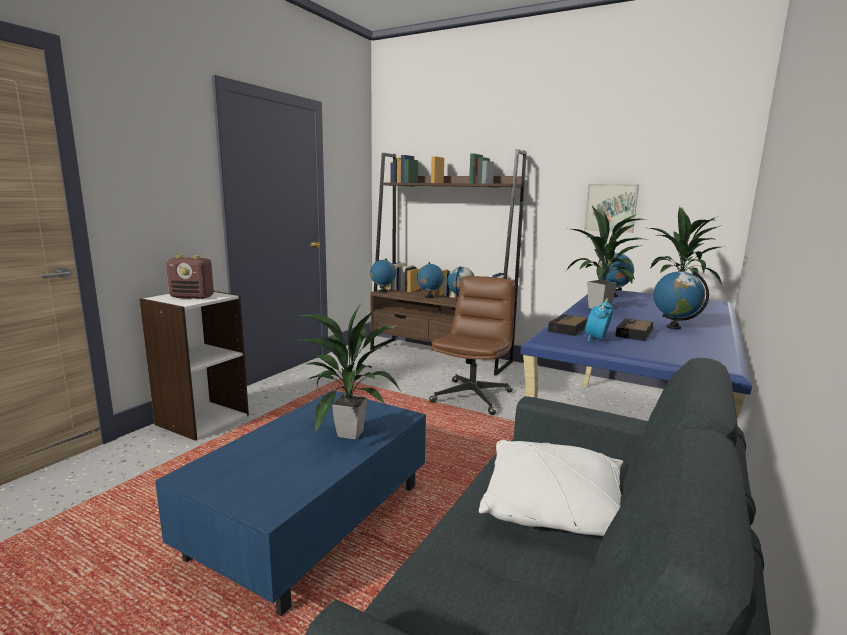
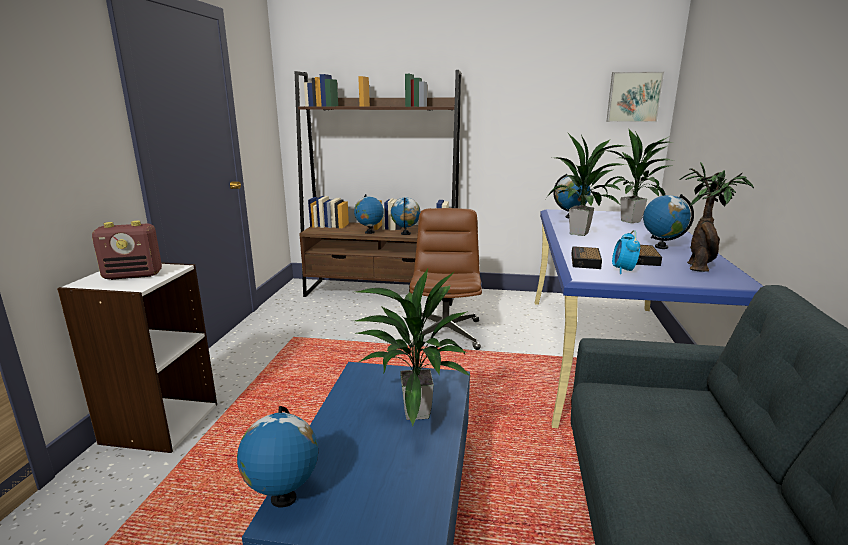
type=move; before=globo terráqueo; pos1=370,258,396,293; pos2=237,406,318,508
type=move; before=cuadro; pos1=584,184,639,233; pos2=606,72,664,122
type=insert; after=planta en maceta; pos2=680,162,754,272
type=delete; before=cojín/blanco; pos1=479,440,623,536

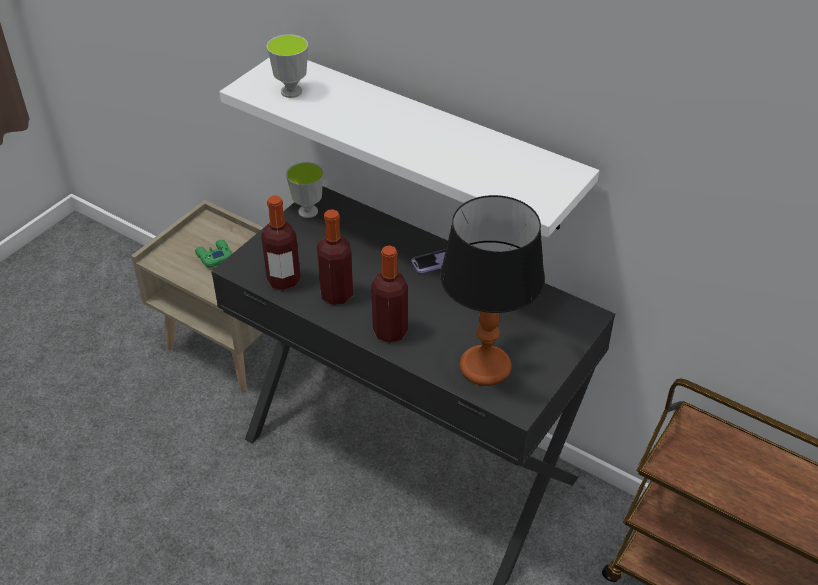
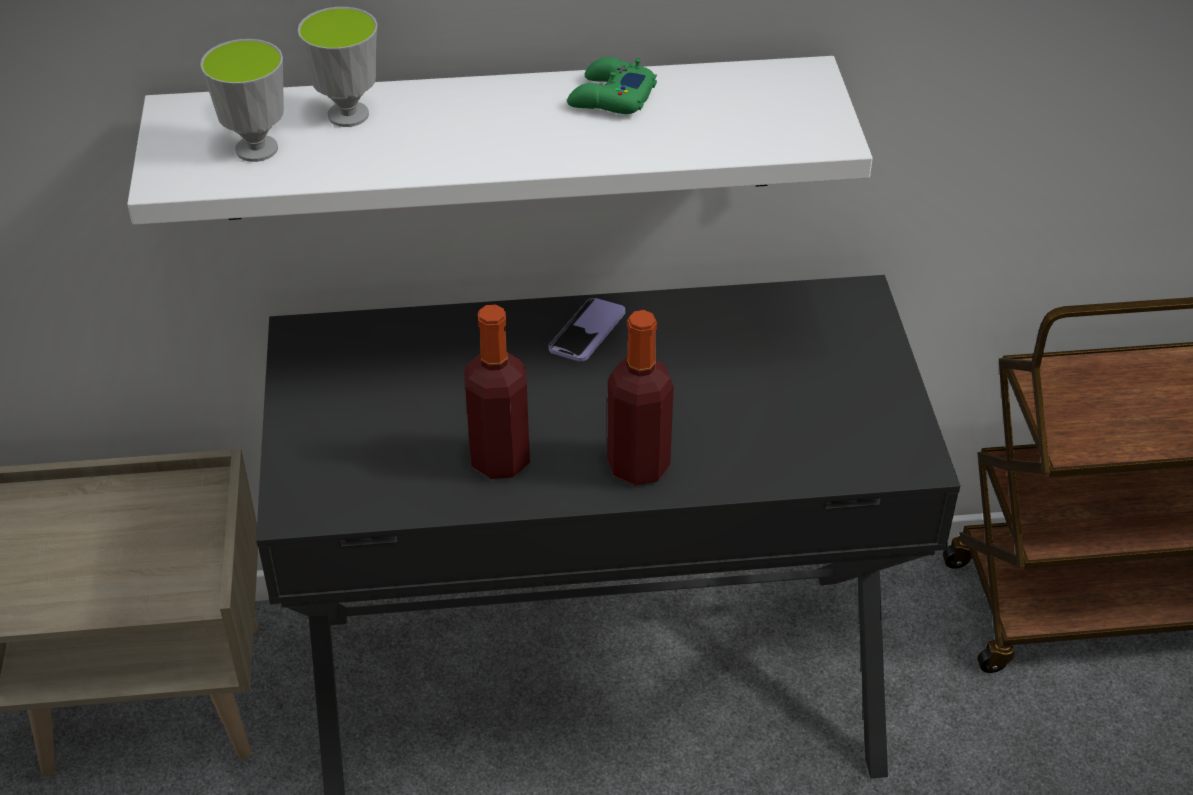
type=move; before=taza; pos1=286,162,324,218; pos2=298,7,377,127
type=move; before=mando de consola/verde; pos1=195,240,232,268; pos2=567,57,657,114
type=delete; before=botella; pos1=261,195,301,291
type=delete; before=lámpara de mesa; pos1=440,195,545,386

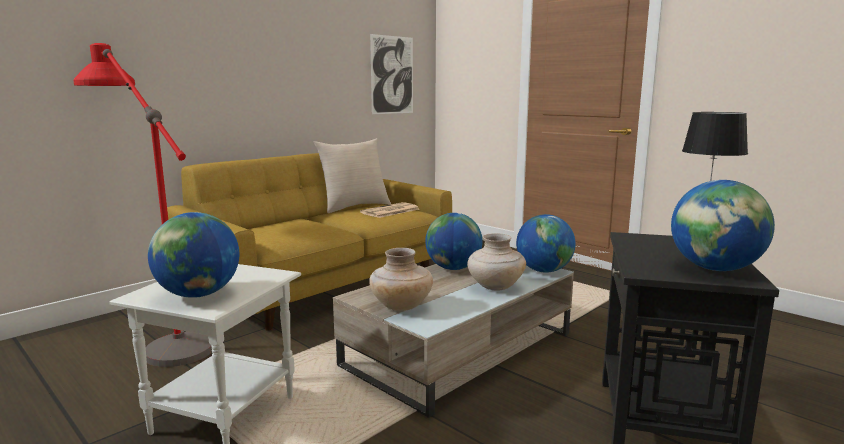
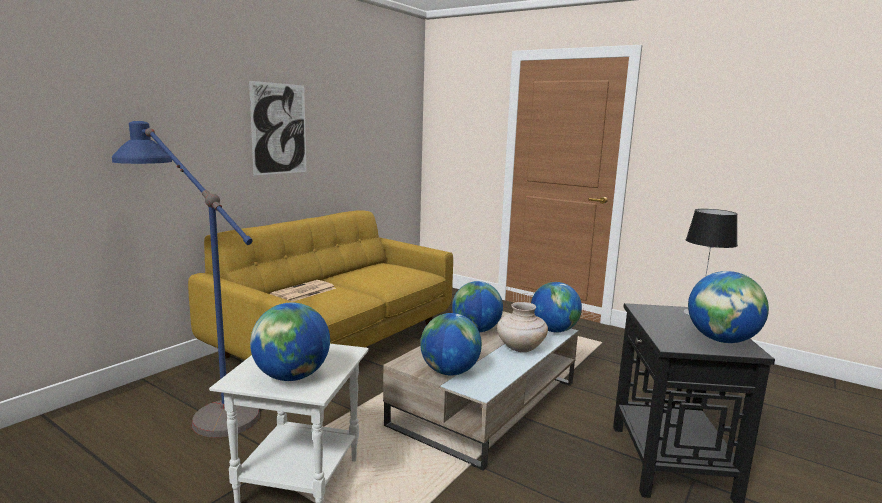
type=recolor; before=lámpara de pie/rojo; after=lámpara de pie/azul; pos1=74,43,212,367; pos2=112,121,260,437
type=move; before=cuadro; pos1=370,34,413,114; pos2=249,81,306,176
type=move; before=periódico; pos1=360,202,419,218; pos2=270,280,336,302
type=replace; before=florero/beis; after=globo terráqueo; pos1=369,248,433,311; pos2=420,313,482,375
type=delete; before=cojín/beis; pos1=314,138,391,213

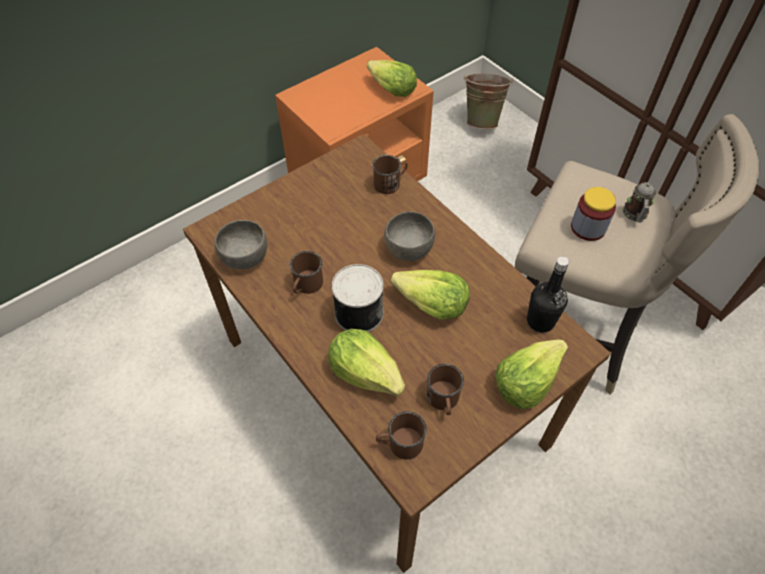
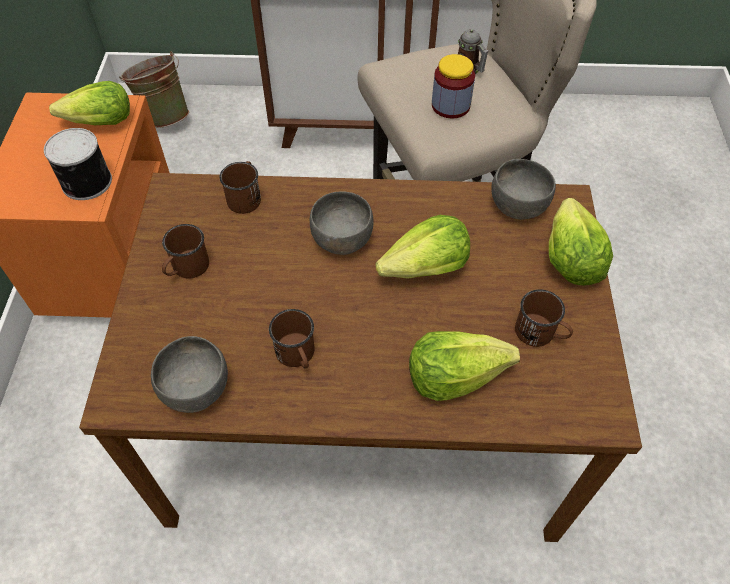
type=move; before=lata; pos1=332,264,384,332; pos2=44,128,112,200
type=move; before=taza grande/marrón; pos1=376,411,427,459; pos2=162,224,209,278
type=replace; before=botella/negro; after=cuenco/gris; pos1=527,256,569,333; pos2=491,159,556,220

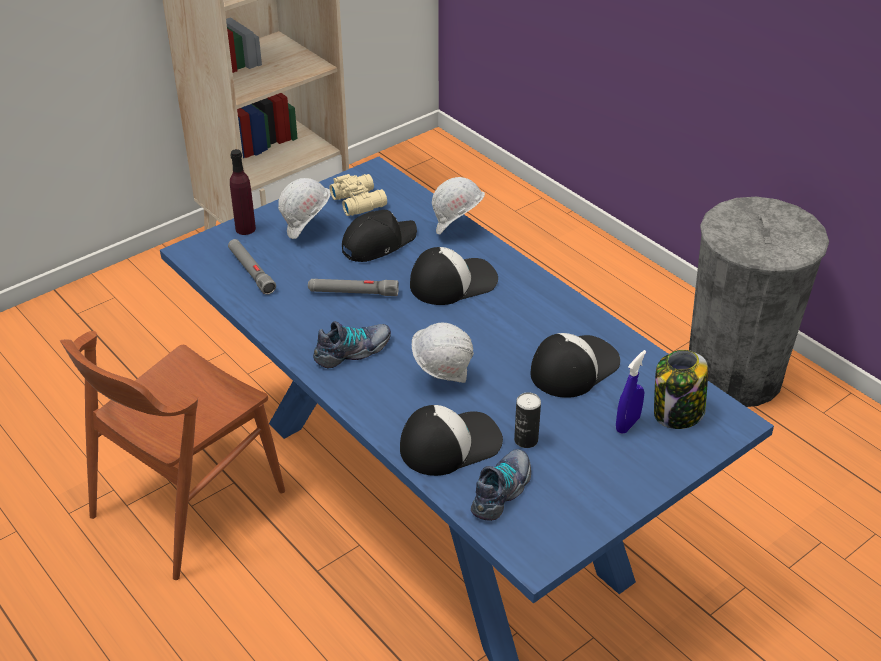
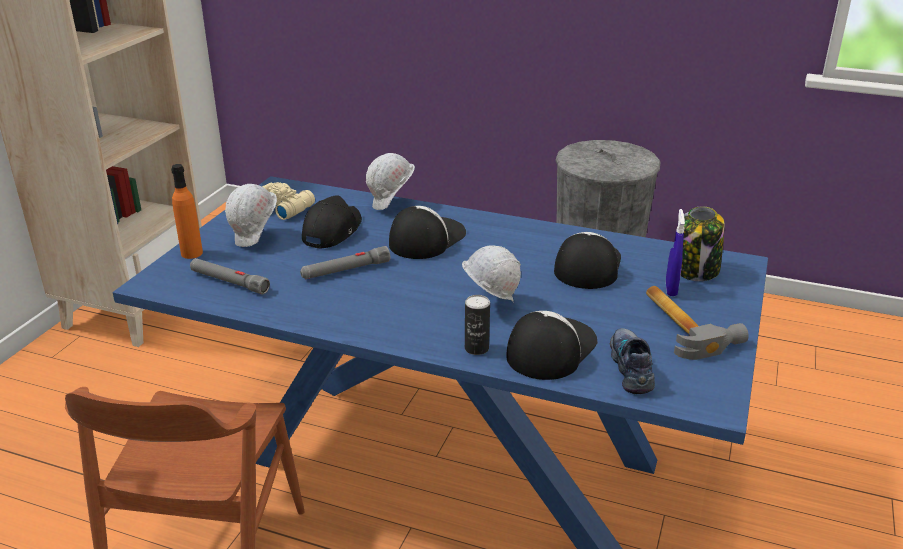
type=recolor; before=botella/morado; after=botella/naranja; pos1=230,149,256,235; pos2=171,164,203,259
type=move; before=lata; pos1=514,392,541,448; pos2=465,295,490,355
type=insert; after=martillo; pos2=646,286,749,360
type=delete; before=zapato; pos1=313,321,391,369

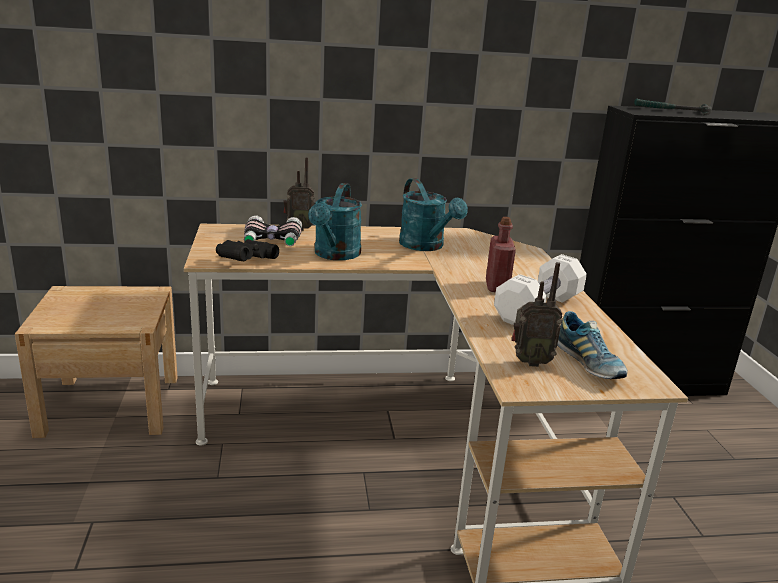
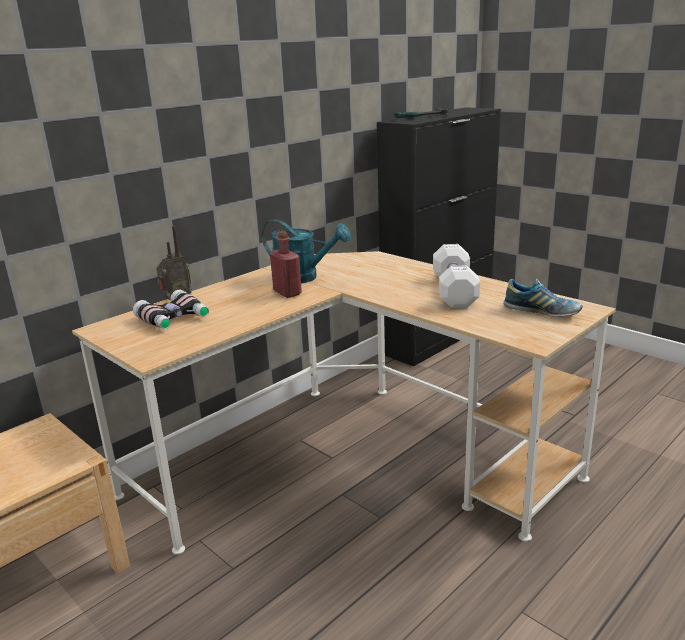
type=move; before=botella/rojo; pos1=486,217,516,292; pos2=270,231,302,298
type=delete; before=prismáticos/negro; pos1=216,239,279,261
type=delete; before=regadera/turquesa; pos1=308,183,362,260
type=delete; before=radio; pos1=511,262,562,367

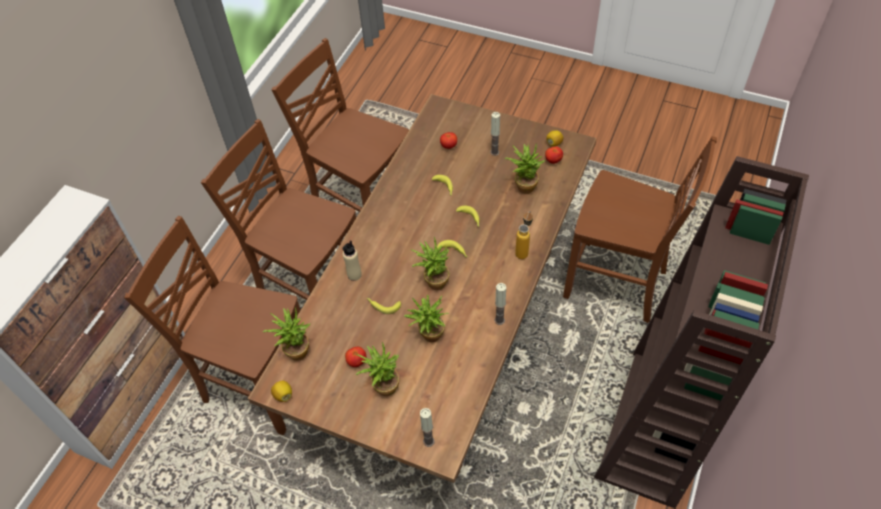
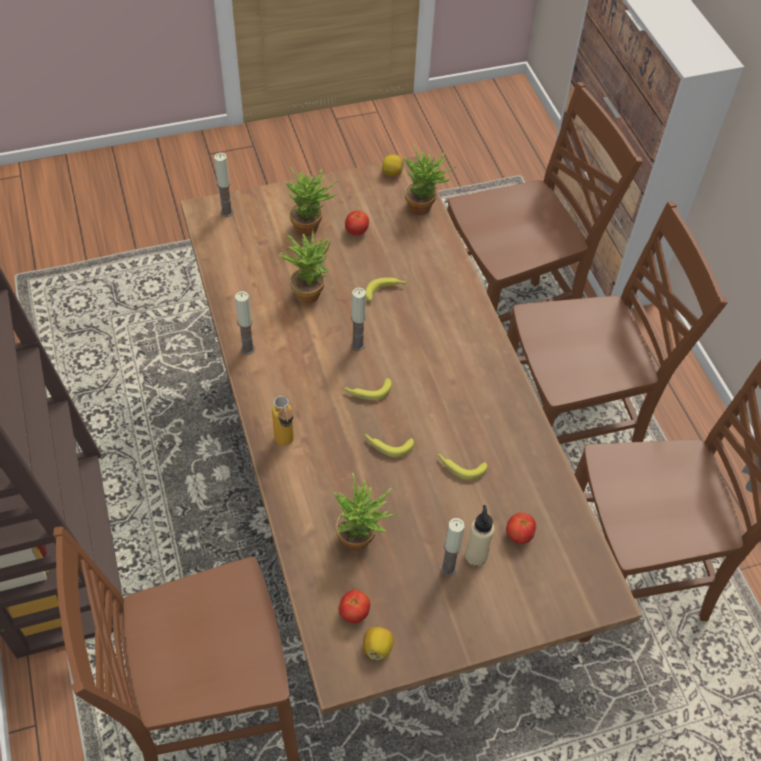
type=replace; before=planta en maceta; after=vela; pos1=410,237,450,290; pos2=351,288,366,351
type=move; before=botella/beis; pos1=342,240,362,281; pos2=465,505,494,566

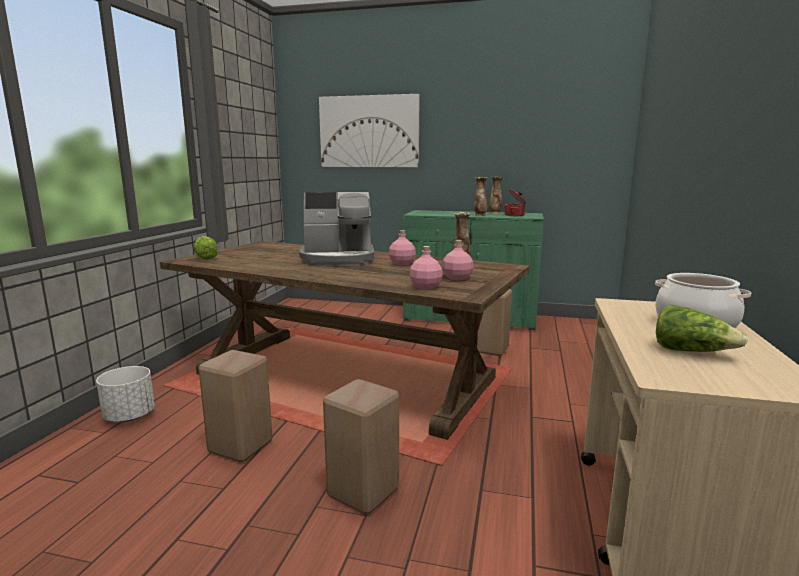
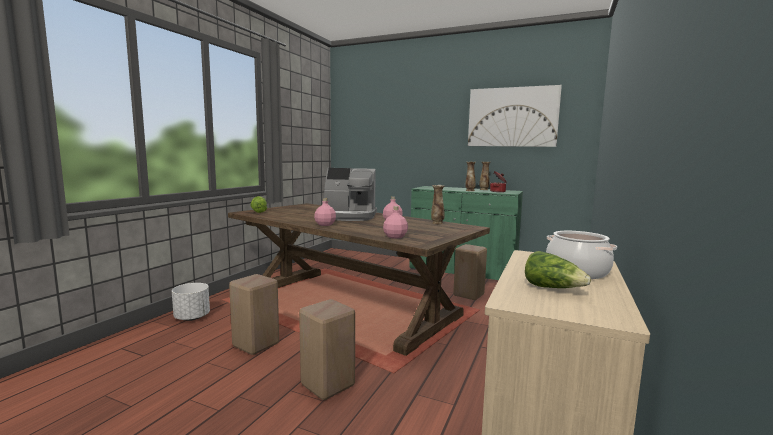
type=move; before=botella/rosa; pos1=442,240,474,280; pos2=314,198,336,226
type=move; before=cuadro; pos1=319,94,420,167; pos2=468,85,562,147

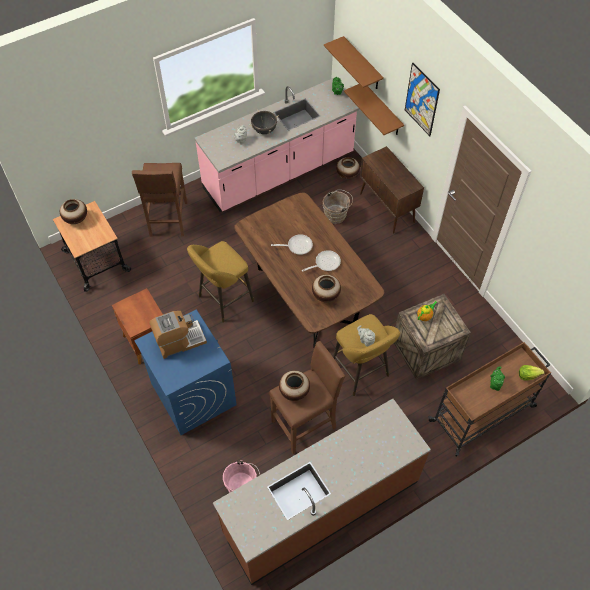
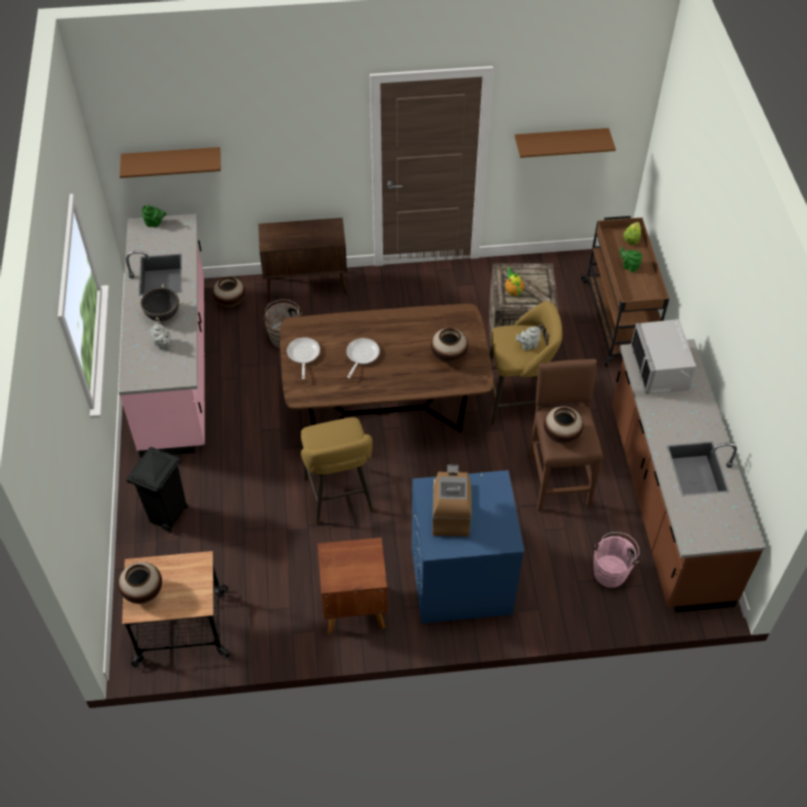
type=replace; before=taburete/marrón; after=papelera/negro; pos1=132,163,188,237; pos2=126,447,189,532
type=move; before=sartén; pos1=302,250,341,272; pos2=287,337,320,379
type=move; before=estante/marrón; pos1=344,84,404,135; pos2=515,128,616,158
type=insert; after=microondas/gris; pos2=630,319,696,394
type=delete; before=cuadro; pos1=405,63,440,136

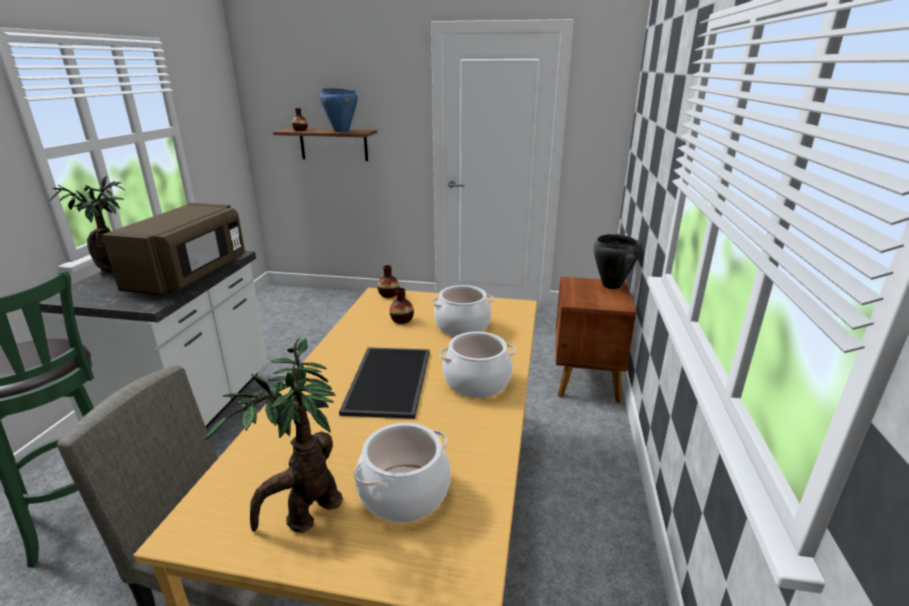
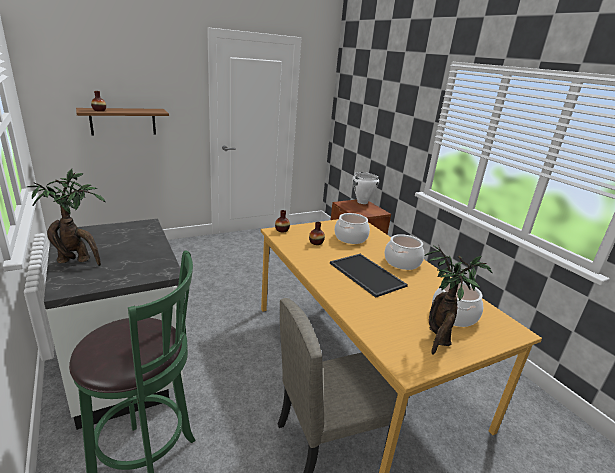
type=recolor; before=olla/negro; after=olla/blanco; pos1=593,234,640,289; pos2=352,172,379,204
type=delete; before=microondas/marrón; pos1=102,203,245,295
type=delete; before=olla/azul; pos1=320,88,358,132

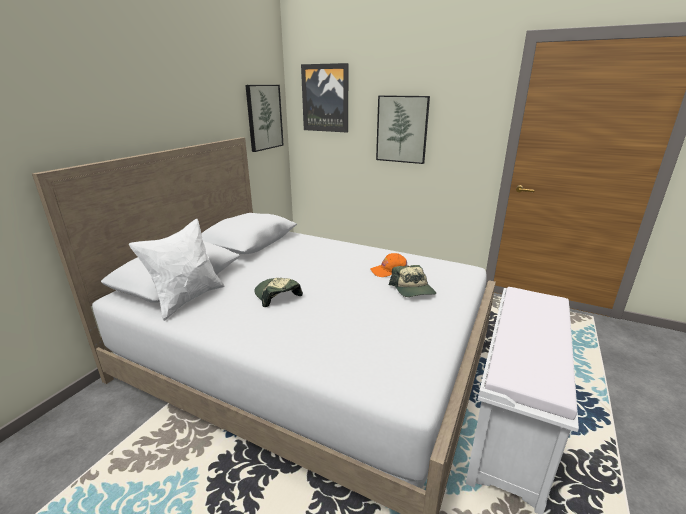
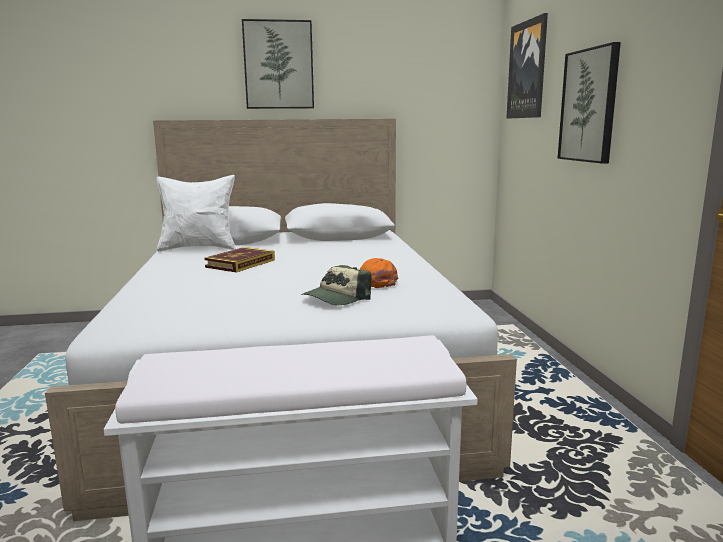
type=replace; before=gorra; after=libro; pos1=254,278,303,307; pos2=204,247,275,273
type=move; before=cuadro; pos1=245,85,284,152; pos2=242,19,314,109

